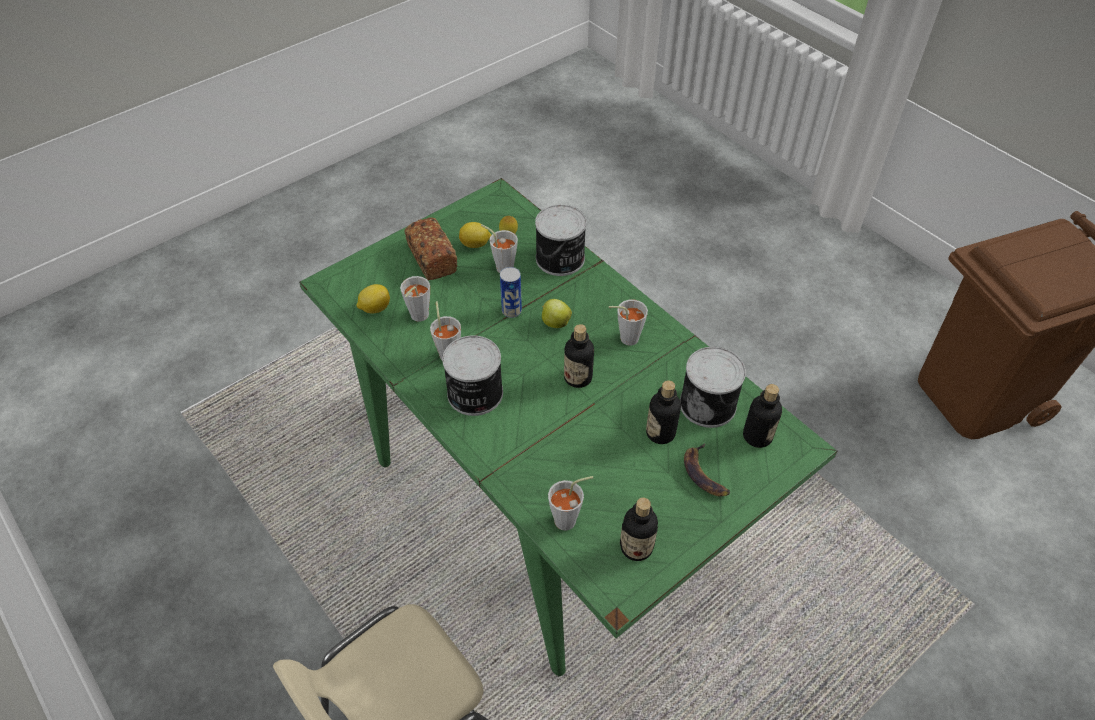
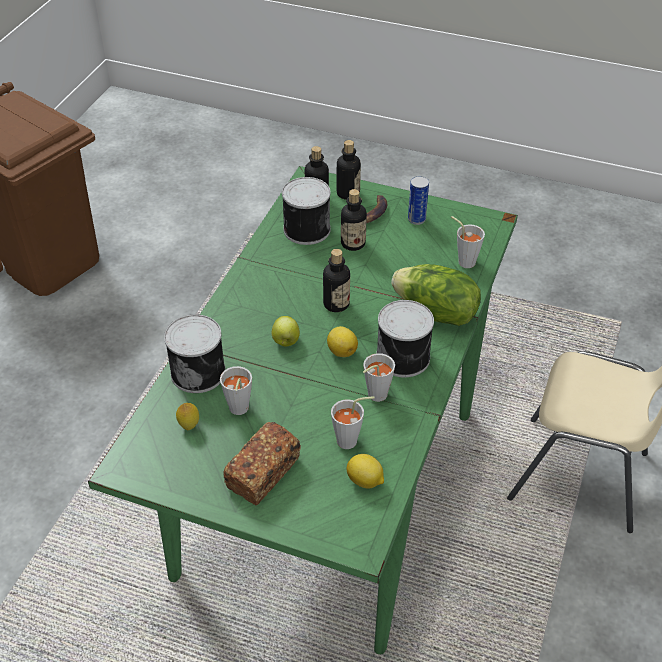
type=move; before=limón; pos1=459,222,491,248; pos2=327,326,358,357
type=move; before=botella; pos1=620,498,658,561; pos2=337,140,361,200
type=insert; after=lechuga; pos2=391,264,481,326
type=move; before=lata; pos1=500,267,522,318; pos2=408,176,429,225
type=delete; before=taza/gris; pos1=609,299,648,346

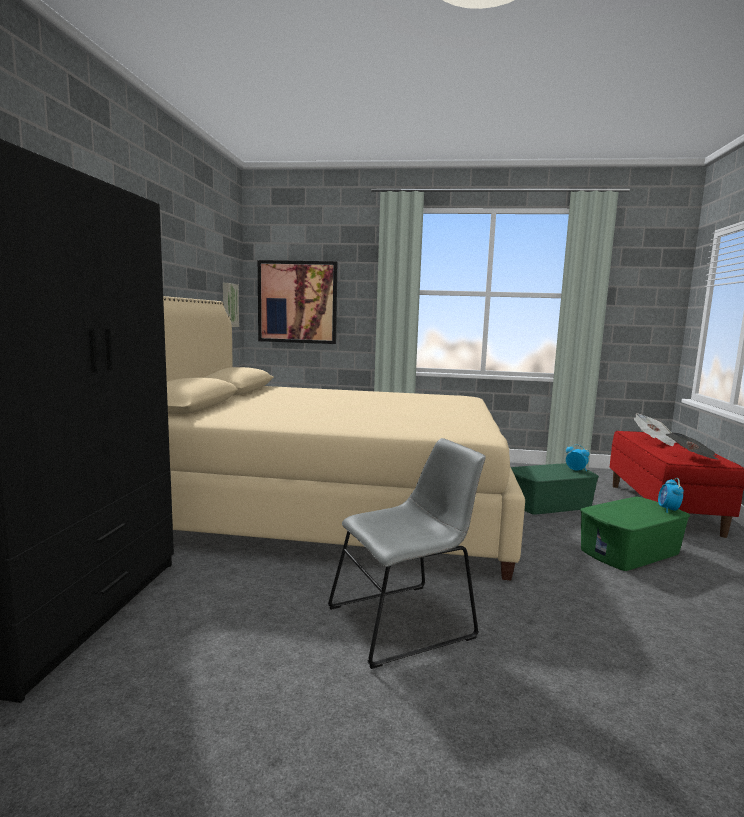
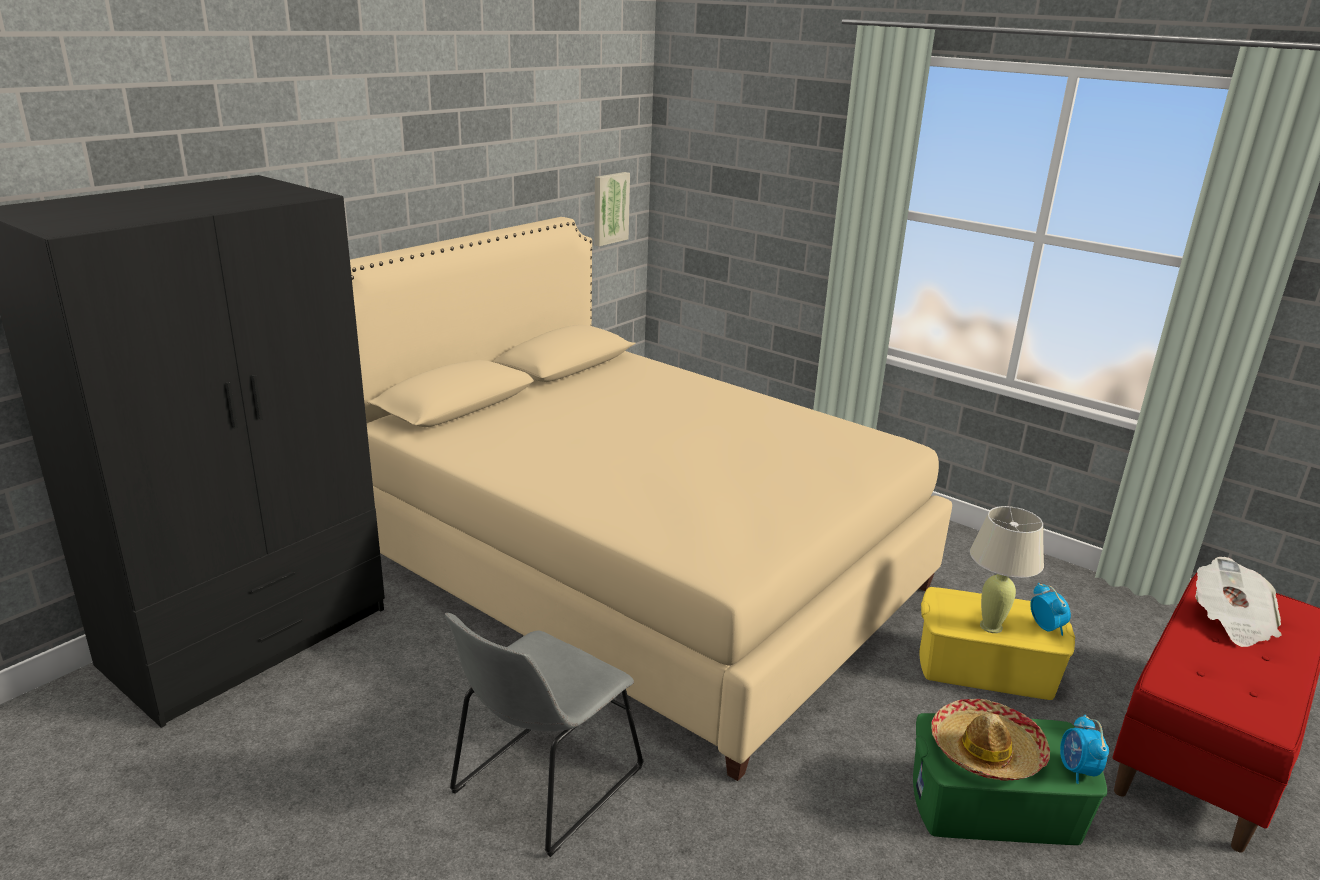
type=rotate; before=silla/gris; pos1=328,438,486,669; pos2=445,613,644,857; turn=120
type=recolor; before=caja de almacenaje/verde; after=caja de almacenaje/amarillo; pos1=511,463,599,515; pos2=920,587,1075,700
type=insert; after=sombrero; pos2=932,699,1050,781
type=insert; after=lámpara de mesa/beis; pos2=970,506,1044,633
type=rotate; before=despertador; pos1=658,478,684,513; pos2=1060,715,1109,784; turn=-45
type=delete; before=cuadro; pos1=258,260,337,344
type=delete; before=periódico; pos1=666,433,717,459

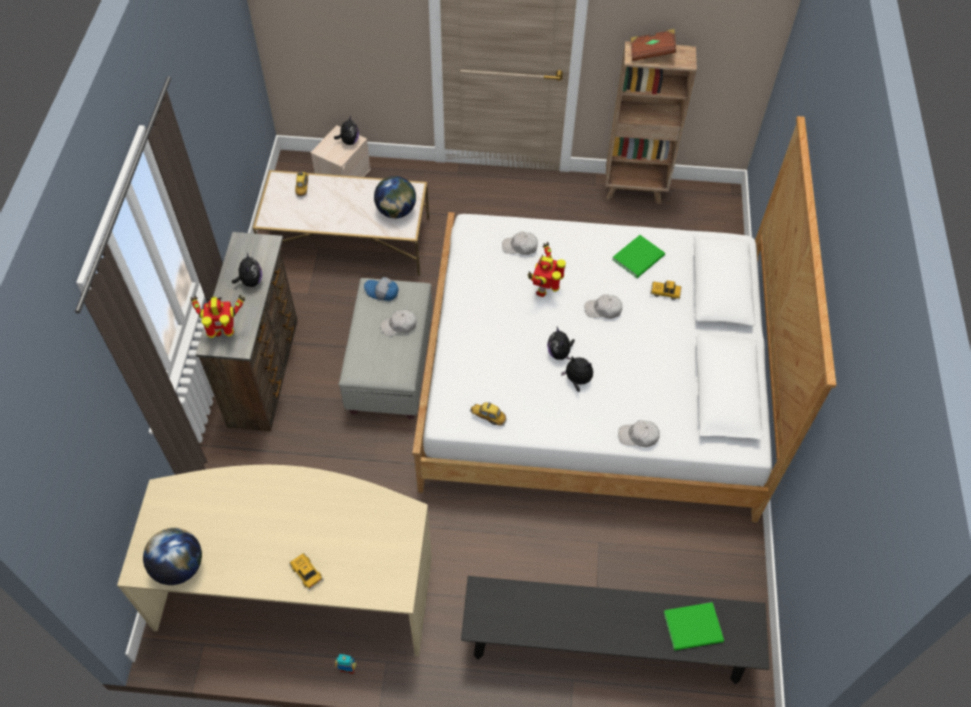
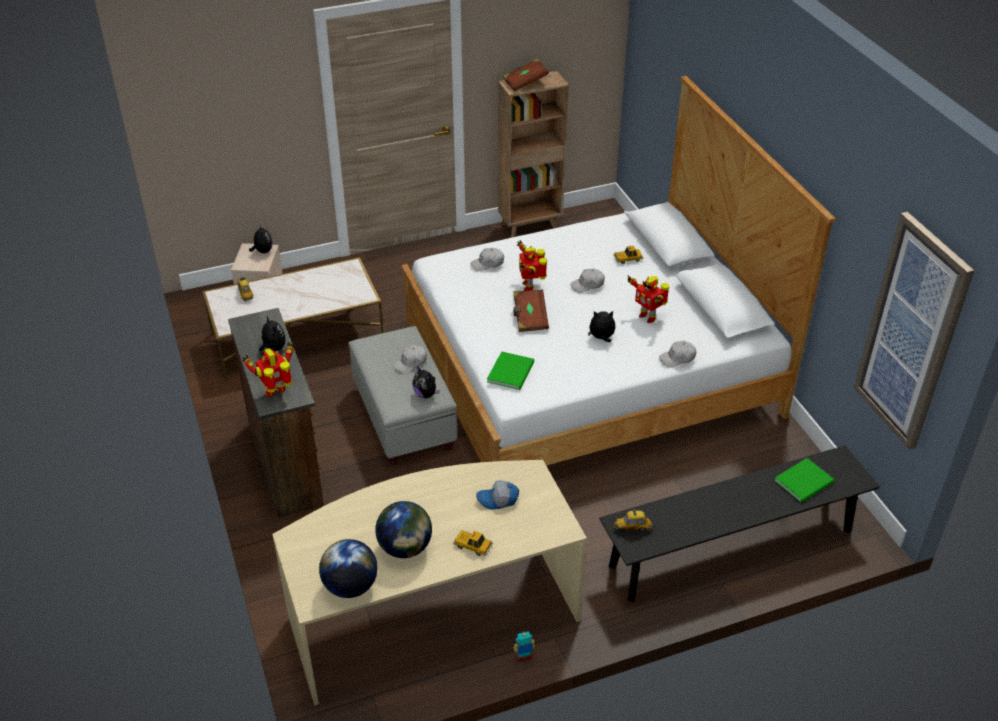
type=move; before=globo terráqueo; pos1=374,176,416,218; pos2=375,501,432,558
type=move; before=peluche; pos1=547,327,575,360; pos2=412,366,440,398
type=move; before=gorra; pos1=364,277,398,301; pos2=476,480,519,509
type=move; before=libro/verde; pos1=612,235,665,278; pos2=487,351,534,390
type=insert; after=libro/marrón; pos2=514,290,549,332
type=move; before=coche de juguete; pos1=470,402,507,426; pos2=613,509,653,532
type=insert; after=robot de juguete; pos2=628,275,669,323
type=insert; after=cuadro; pos2=854,212,974,450

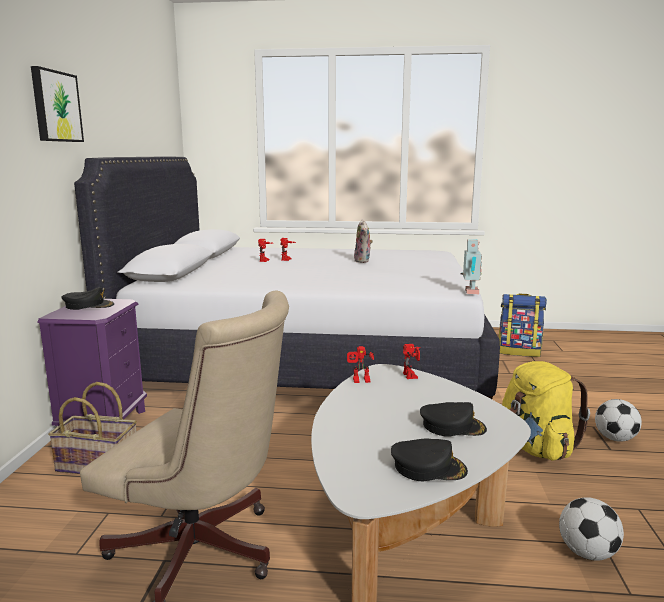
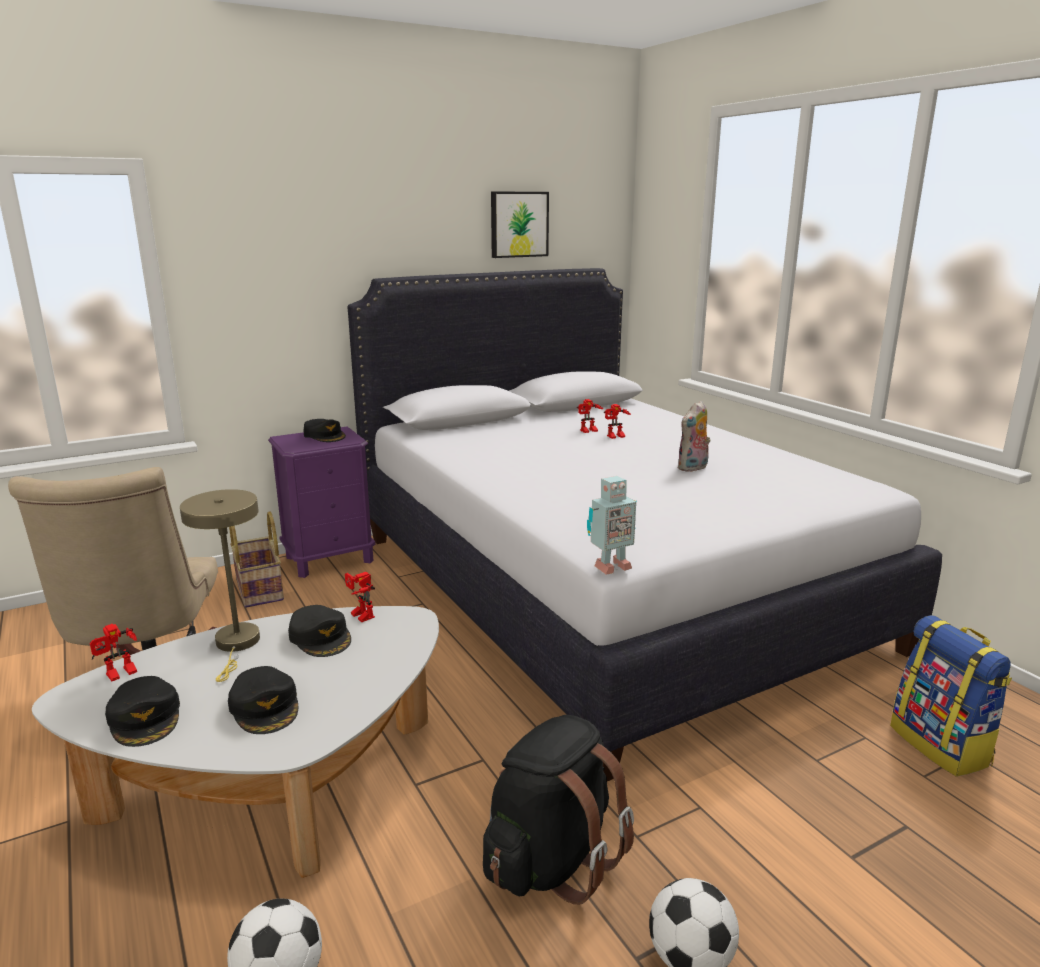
type=move; before=robot de juguete; pos1=403,344,421,379; pos2=90,624,137,681
type=insert; after=lámpara de mesa/beis; pos2=180,489,260,682
type=insert; after=gorra/negro; pos2=288,605,351,657
type=recolor; before=mochila/amarillo; after=mochila/negro; pos1=502,361,590,461; pos2=483,715,634,905
type=move; before=cuadro; pos1=31,66,84,142; pos2=491,191,549,258

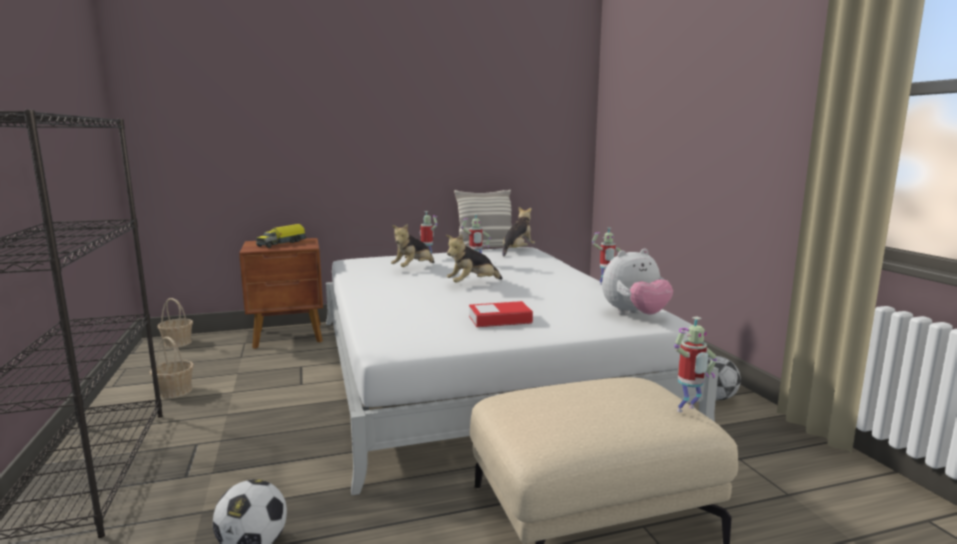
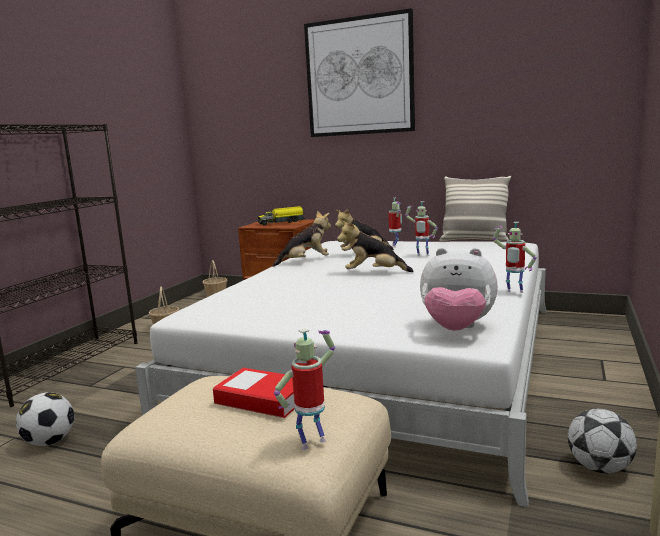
type=move; before=libro; pos1=469,301,533,327; pos2=213,368,295,418
type=move; before=peluche; pos1=502,206,535,257; pos2=273,211,331,267
type=rotate; before=robot de juguete; pos1=674,316,717,412; pos2=274,329,335,450; turn=135
type=insert; after=cuadro; pos2=304,8,415,137

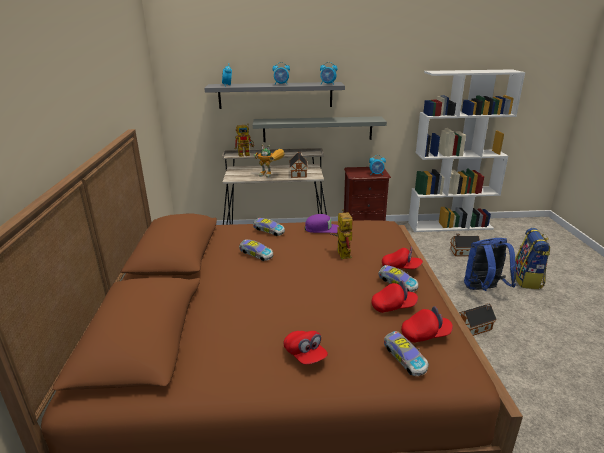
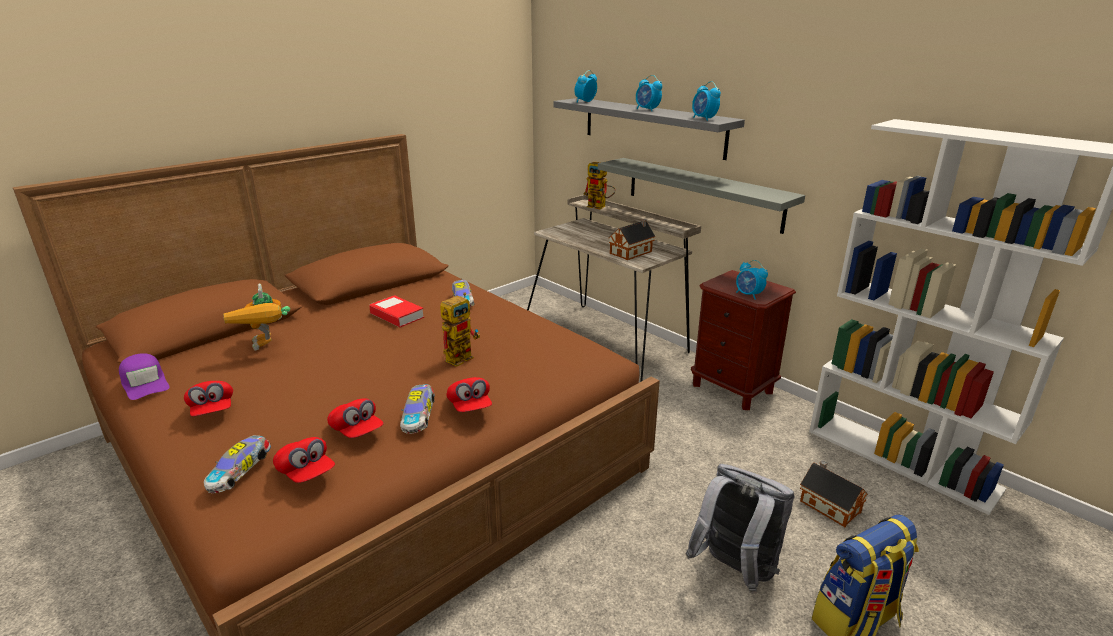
type=move; before=gorra/morado; pos1=305,214,339,233; pos2=119,353,170,400
type=rotate; before=gorra/rojo; pos1=284,331,328,364; pos2=184,381,233,416; turn=-45
type=move; before=robot de juguete; pos1=254,145,285,178; pos2=224,283,290,350
type=replace; before=coche de juguete; after=libro; pos1=239,239,273,261; pos2=369,295,424,327
type=recolor; before=mochila/azul; after=mochila/gris; pos1=464,238,516,291; pos2=686,464,795,593
type=delete; before=casita; pos1=459,303,497,336

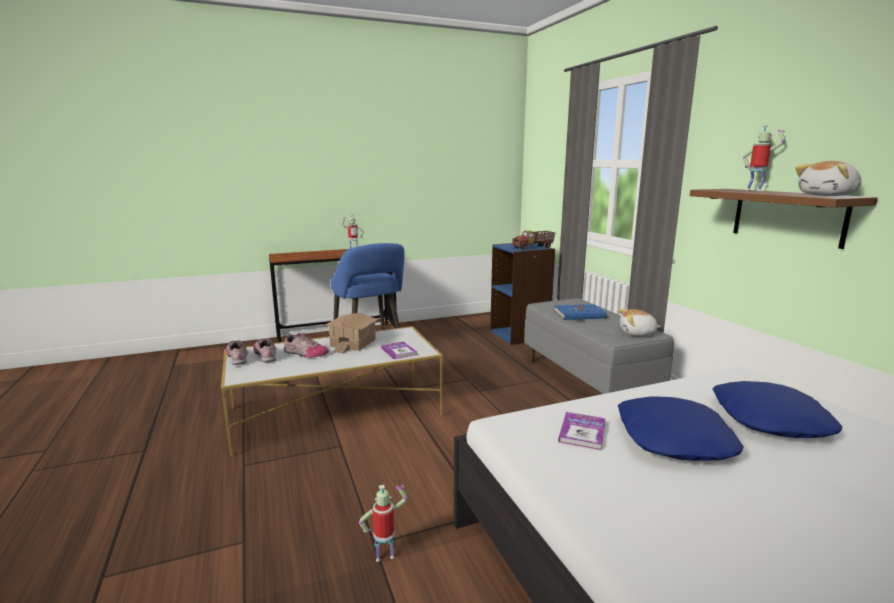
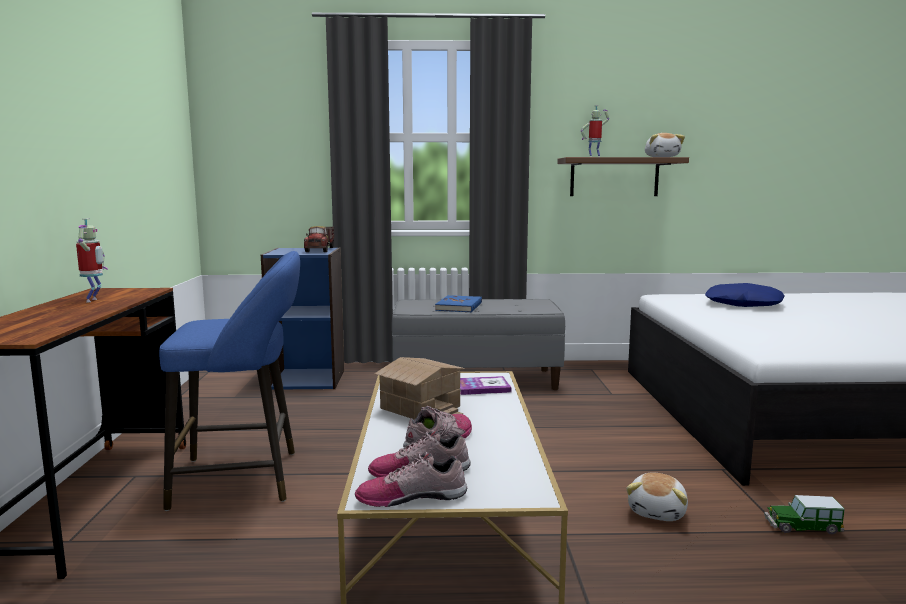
type=move; before=peluche; pos1=619,309,661,336; pos2=626,473,688,521
type=replace; before=robot de juguete; after=coche de juguete; pos1=359,485,408,562; pos2=764,495,845,534
type=delete; before=libro; pos1=558,412,606,450
type=delete; before=cojín/azul; pos1=618,397,744,461

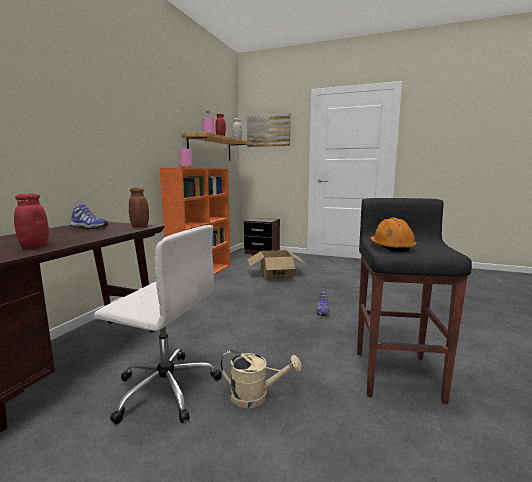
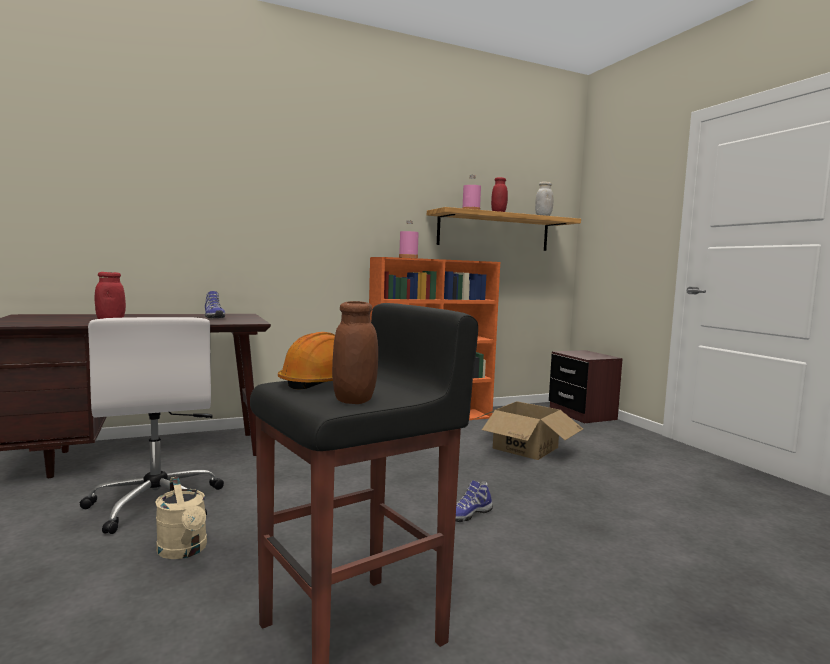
type=move; before=tarro/marrón; pos1=129,188,149,228; pos2=332,301,378,404
type=delete; before=cuadro; pos1=247,113,291,147

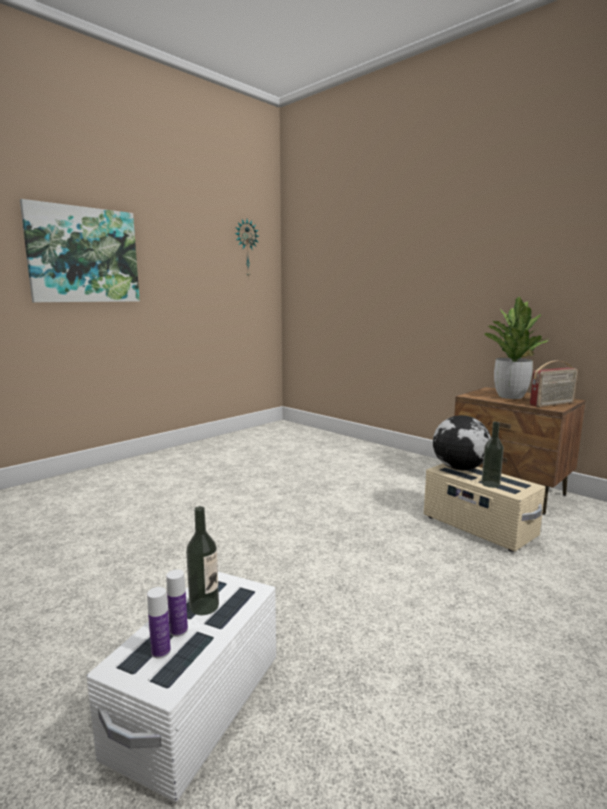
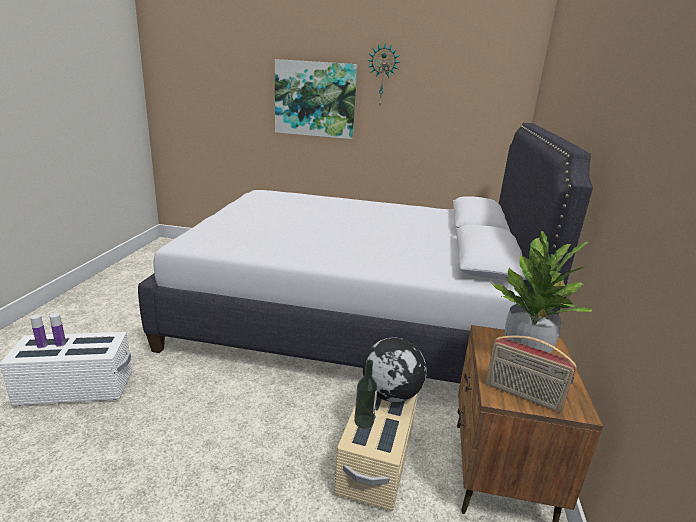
type=insert; after=cama/blanco; pos2=138,123,593,383
type=move; before=reloj de pared; pos1=235,219,259,278; pos2=367,43,400,105
type=delete; before=botella; pos1=186,506,219,615

